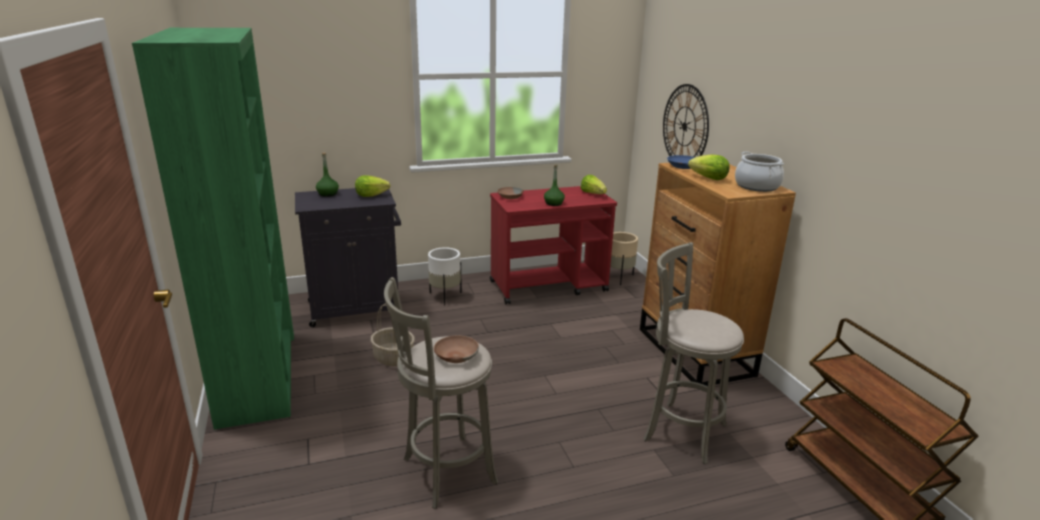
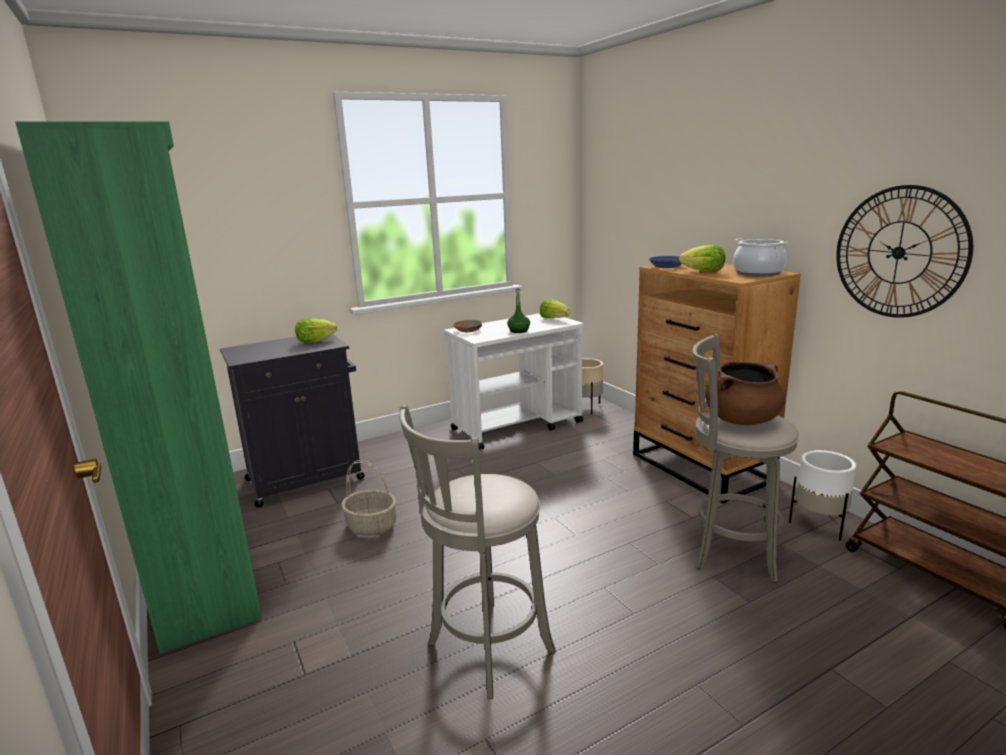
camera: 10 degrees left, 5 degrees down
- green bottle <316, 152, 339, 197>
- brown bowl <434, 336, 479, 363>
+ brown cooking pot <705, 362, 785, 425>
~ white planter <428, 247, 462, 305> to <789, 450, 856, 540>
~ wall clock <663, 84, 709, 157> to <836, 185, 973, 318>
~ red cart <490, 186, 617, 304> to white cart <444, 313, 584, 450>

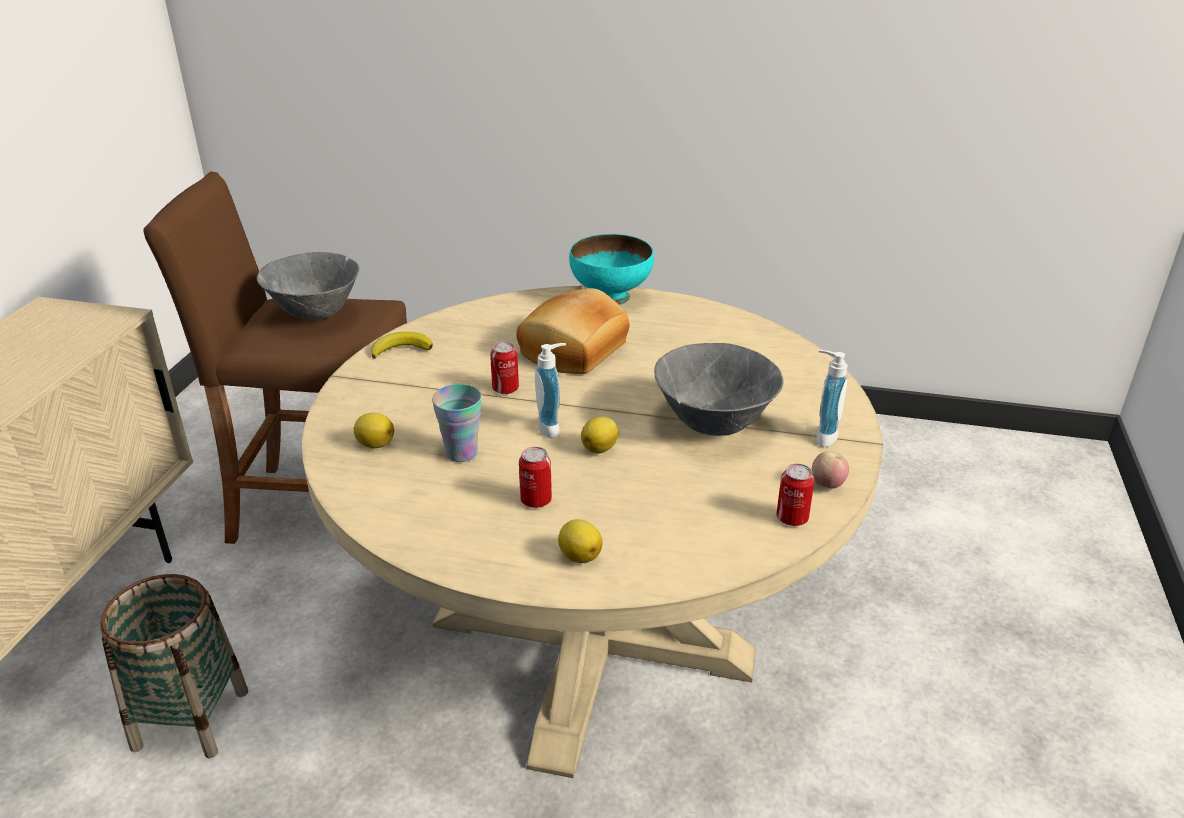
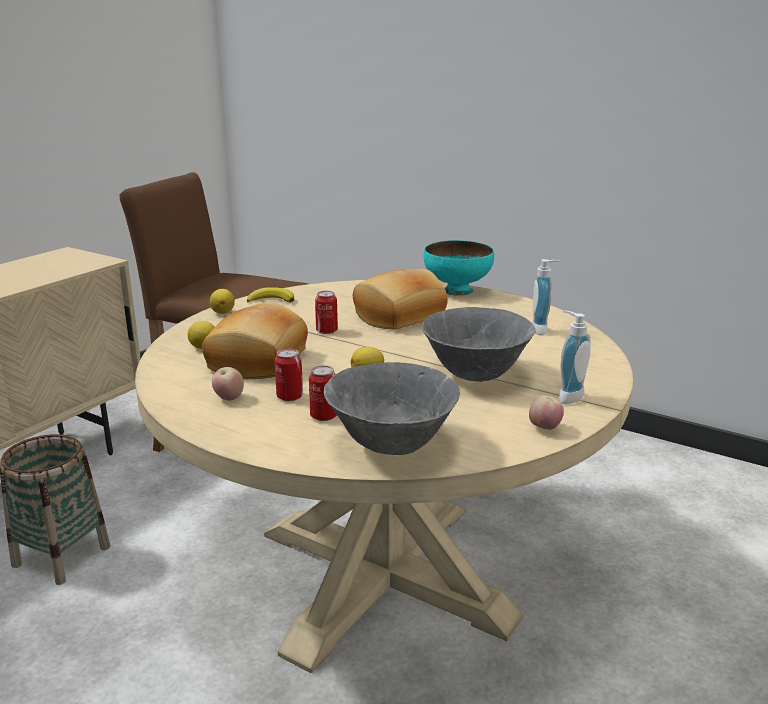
camera: 20 degrees right, 10 degrees down
+ apple <212, 367, 244, 401>
~ grey bowl <257, 252, 359, 320> to <324, 362, 460, 455>
~ soap dispenser <535, 343, 566, 438> to <532, 259, 561, 335>
~ lemon <558, 519, 602, 563> to <210, 289, 235, 314>
~ can <776, 463, 814, 526> to <309, 365, 337, 421>
~ cup <432, 384, 482, 462> to bread <202, 302, 308, 379>

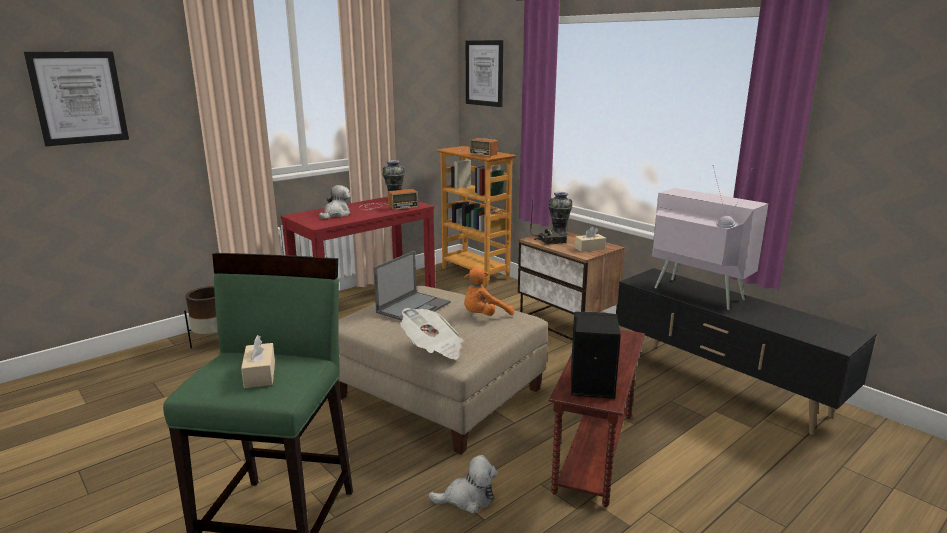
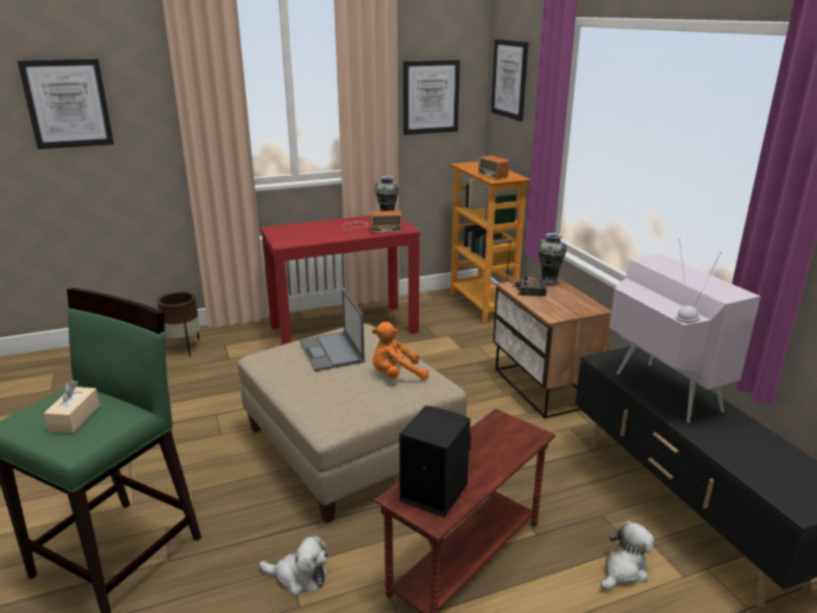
camera: 20 degrees right, 5 degrees up
- newspaper <400, 308, 463, 360>
- beige tissue box <574, 226, 606, 252>
+ picture <403, 60, 460, 135>
~ plush toy <319, 185, 350, 219> to <600, 521, 654, 591>
~ laptop <373, 251, 451, 321> = <300, 289, 365, 371> 105 degrees clockwise

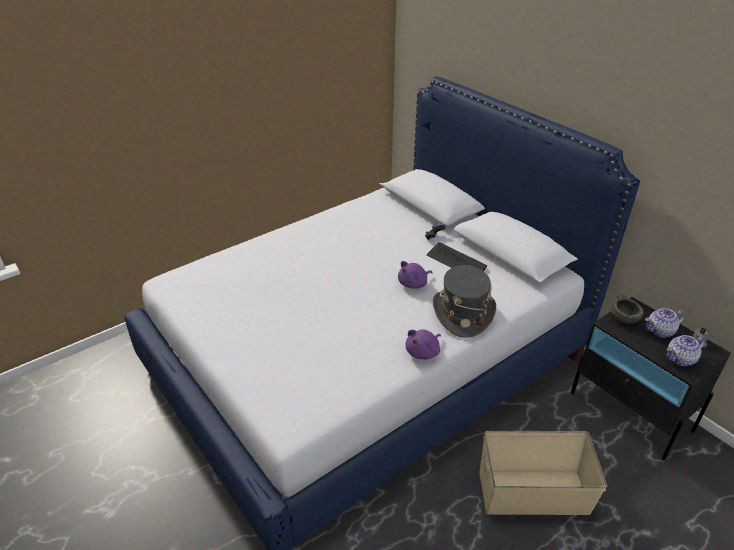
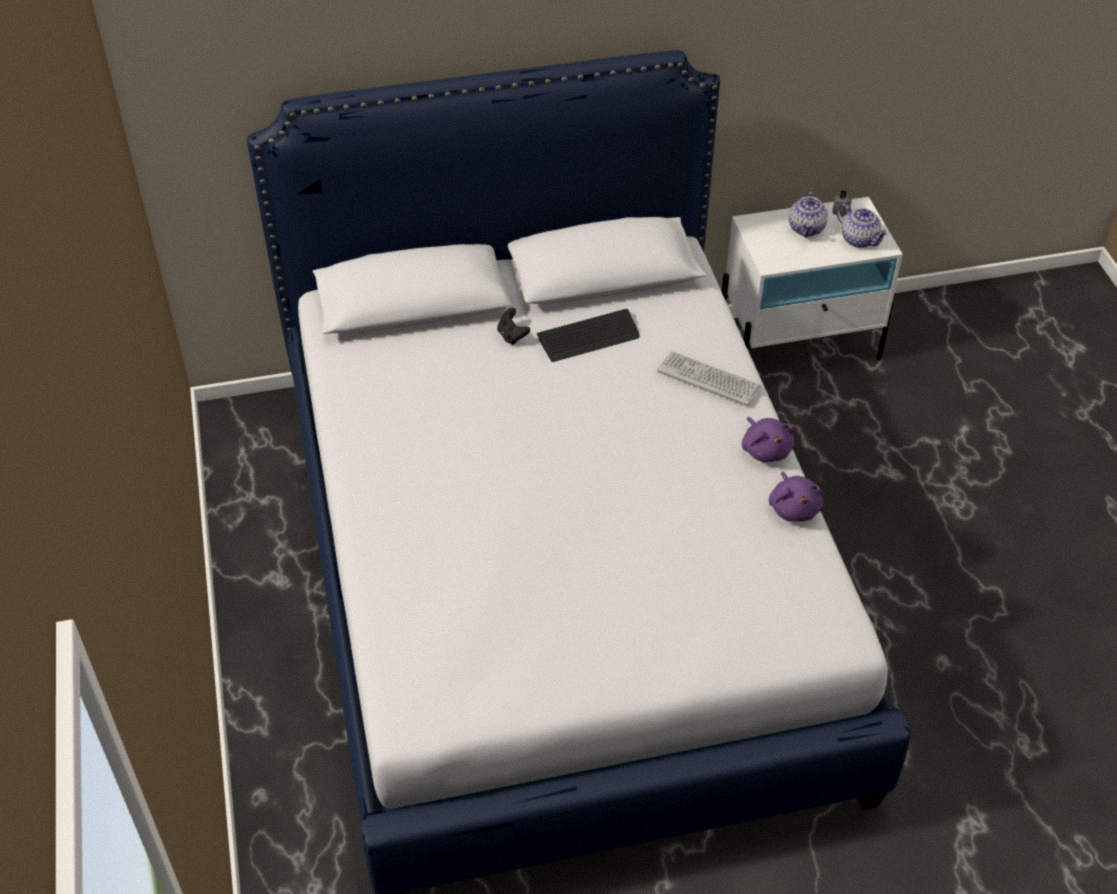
camera: 65 degrees left, 10 degrees up
- beige storage box <479, 431, 607, 515>
- grey bowl <611, 294, 644, 324>
~ purple plush toy <398, 261, 433, 289> to <769, 472, 824, 522>
~ grey hat <433, 265, 496, 338> to keyboard <657, 351, 762, 406>
~ black nightstand <571, 297, 731, 460> to white nightstand <722, 197, 903, 360>
~ teapot <667, 335, 706, 366> = <836, 204, 889, 248> 45 degrees counterclockwise

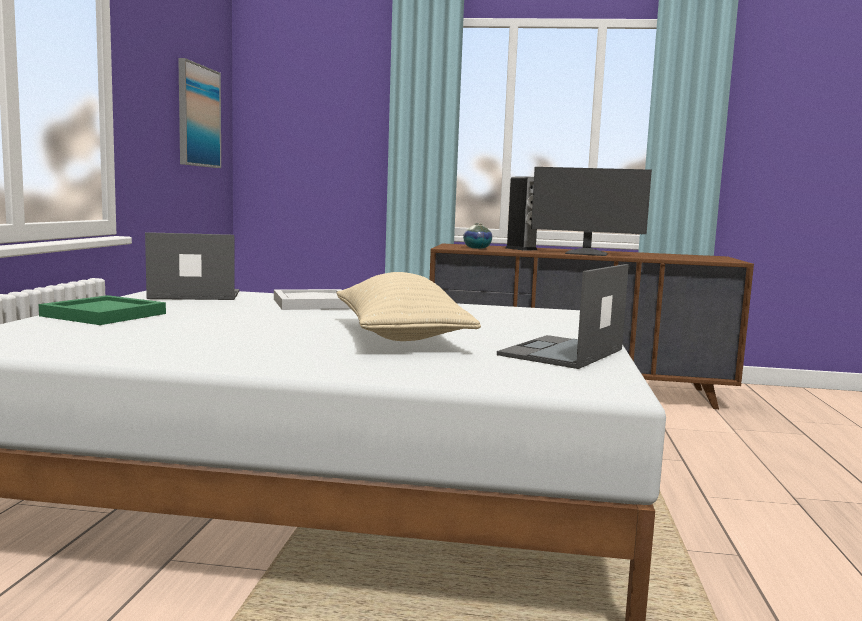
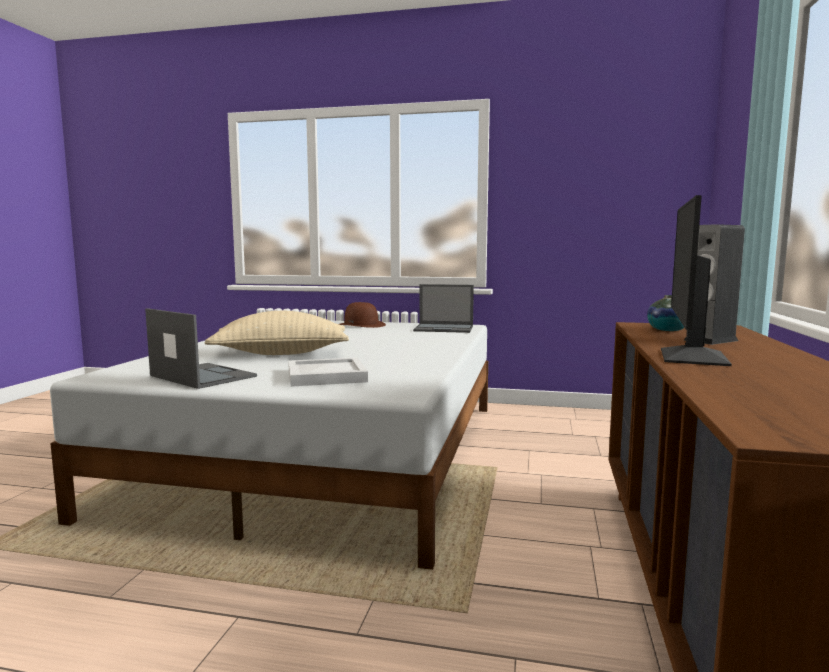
camera: 95 degrees right, 0 degrees up
- picture <178, 58, 221, 168>
~ white tray <274, 289, 351, 310> to <288, 357, 368, 387>
~ green tray <39, 295, 166, 325> to brown hat <339, 302, 386, 328>
~ laptop <145, 232, 239, 300> = <413, 284, 474, 333> 105 degrees clockwise

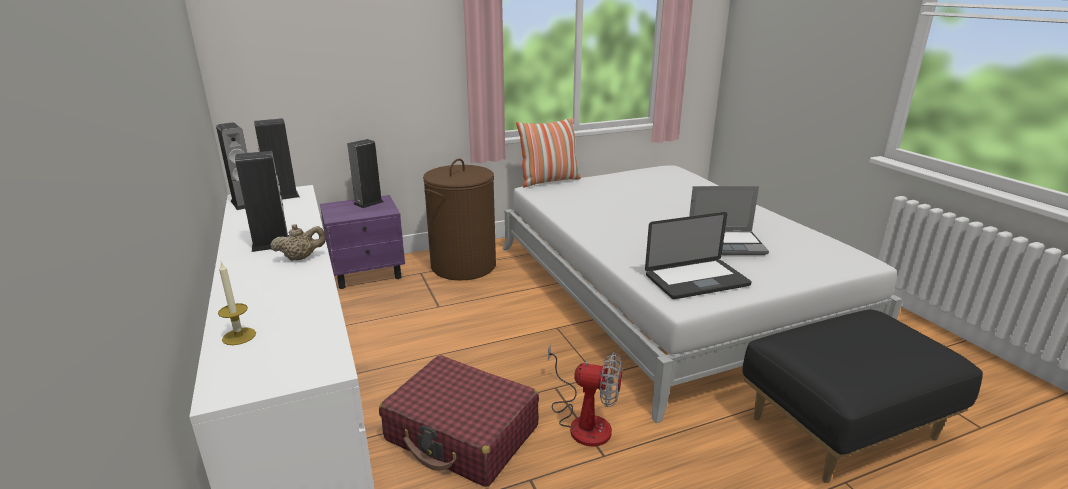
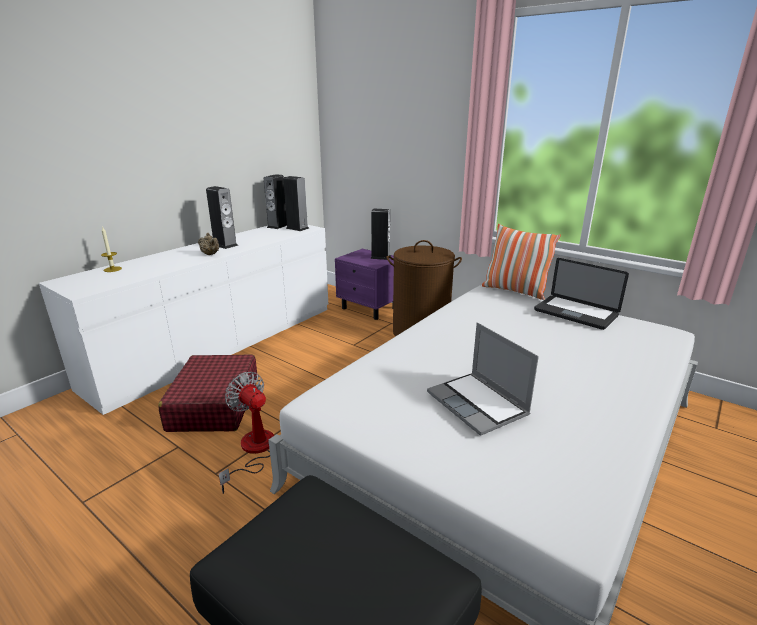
camera: 60 degrees right, 0 degrees up
~ laptop <645, 212, 752, 299> to <534, 258, 629, 330>
~ fan <548, 344, 622, 447> = <218, 372, 274, 494> 150 degrees clockwise

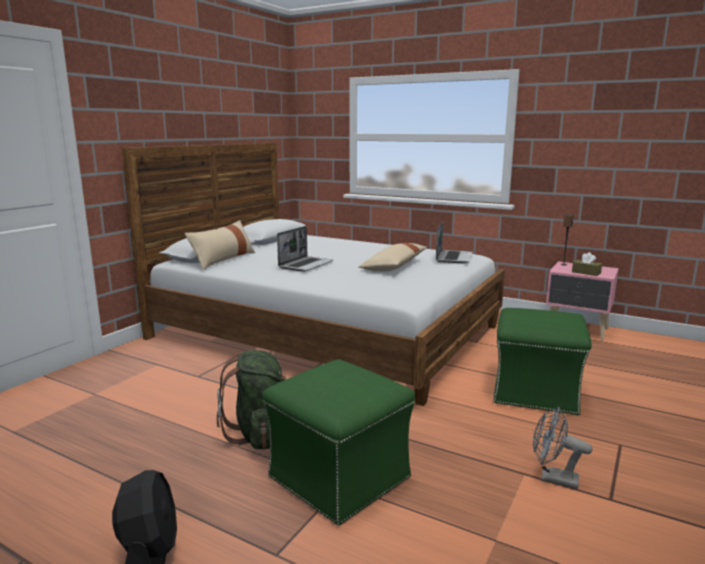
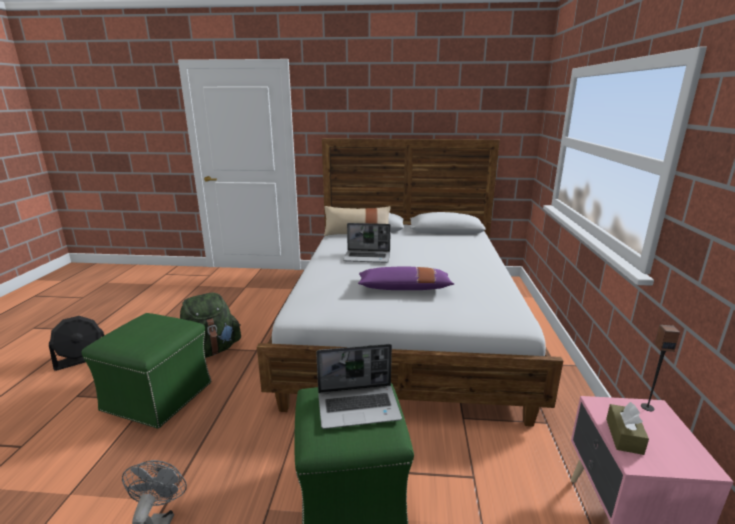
camera: 65 degrees right, 5 degrees up
~ laptop <436, 222, 473, 264> to <316, 344, 402, 429>
~ beige pillow <359, 243, 427, 271> to purple pillow <358, 267, 454, 290>

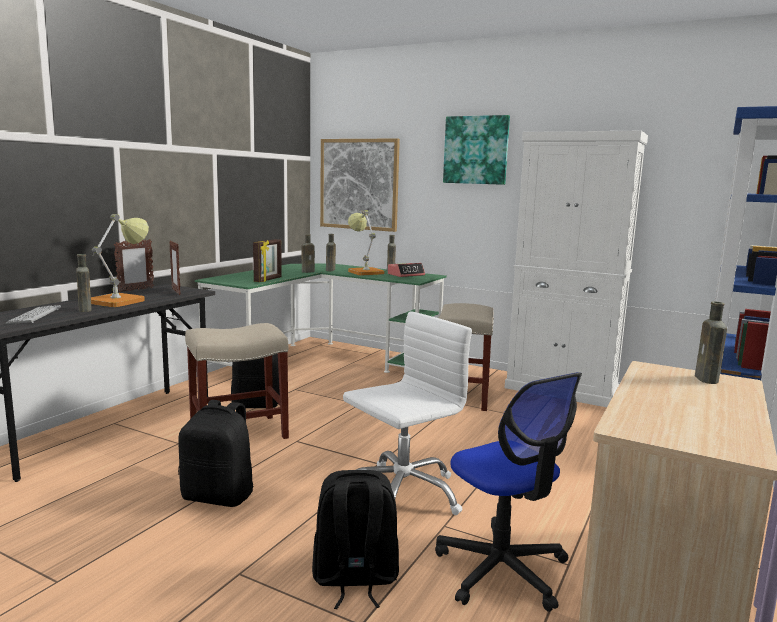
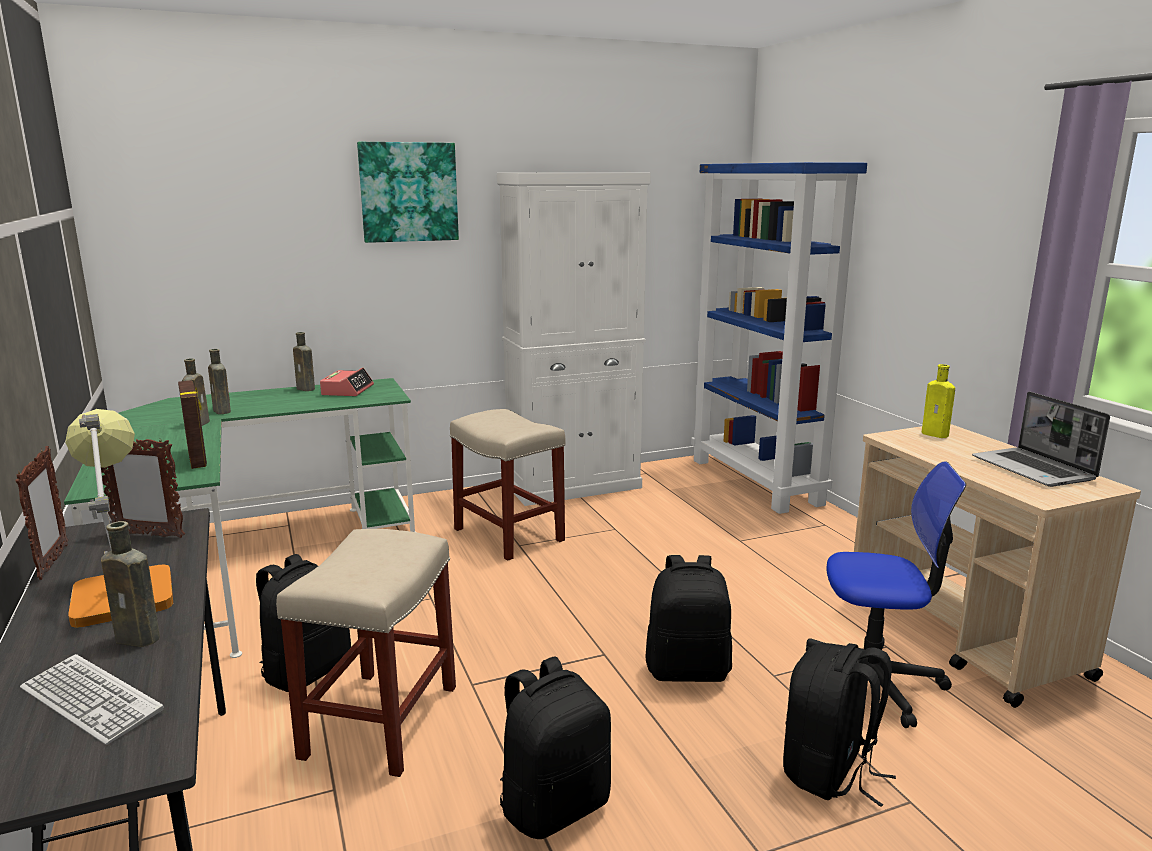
camera: 50 degrees left, 5 degrees up
- picture <320, 138, 400, 232>
- table lamp <348, 210, 385, 275>
+ laptop <972, 392, 1110, 487>
~ white office chair <343, 311, 472, 515> to black backpack <646, 555, 732, 682>
~ brown bottle <695, 301, 727, 384> to yellow bottle <922, 364, 955, 438>

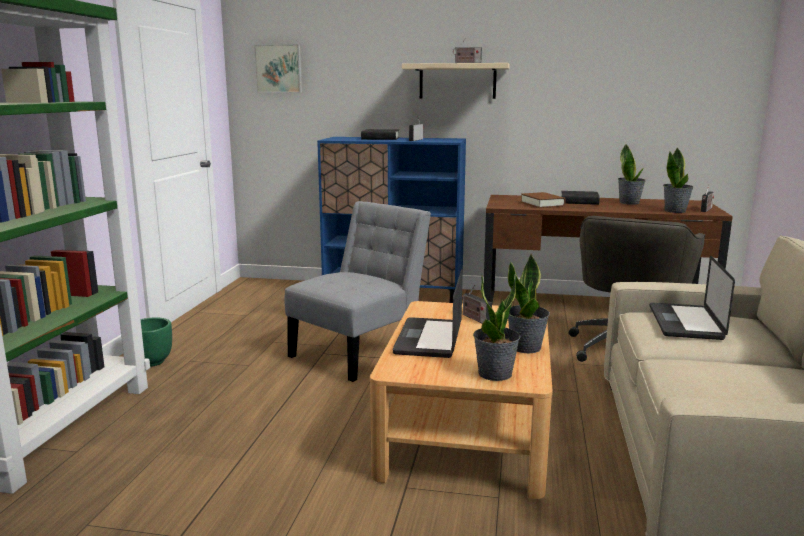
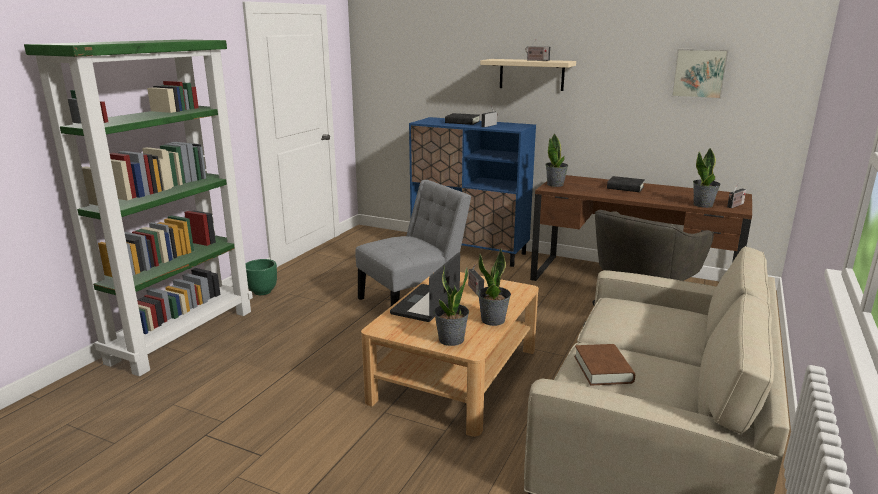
camera: 15 degrees right, 5 degrees up
- laptop <650, 256, 735, 340>
~ picture <254, 44, 302, 93> to <671, 49, 729, 99>
~ brown book <521, 192, 566, 208> to <574, 344, 635, 385>
~ potted plant <618, 144, 646, 205> to <545, 133, 569, 187>

